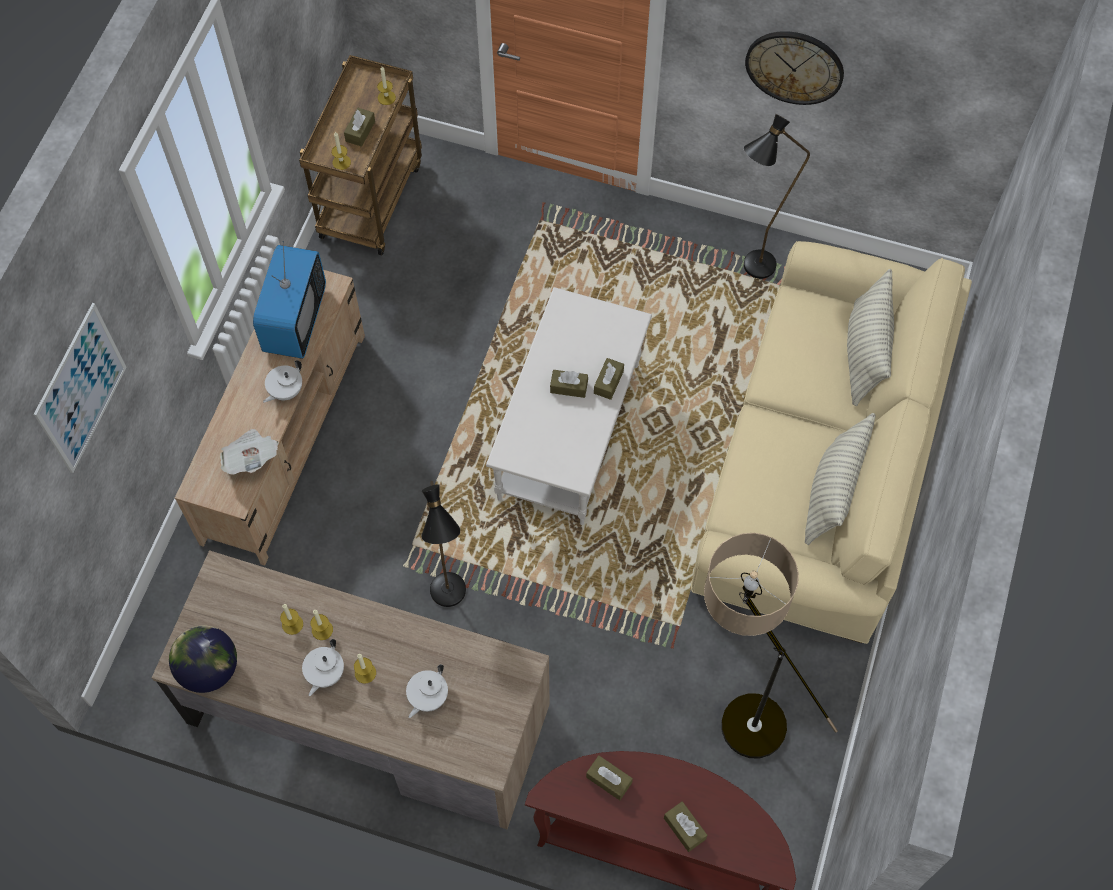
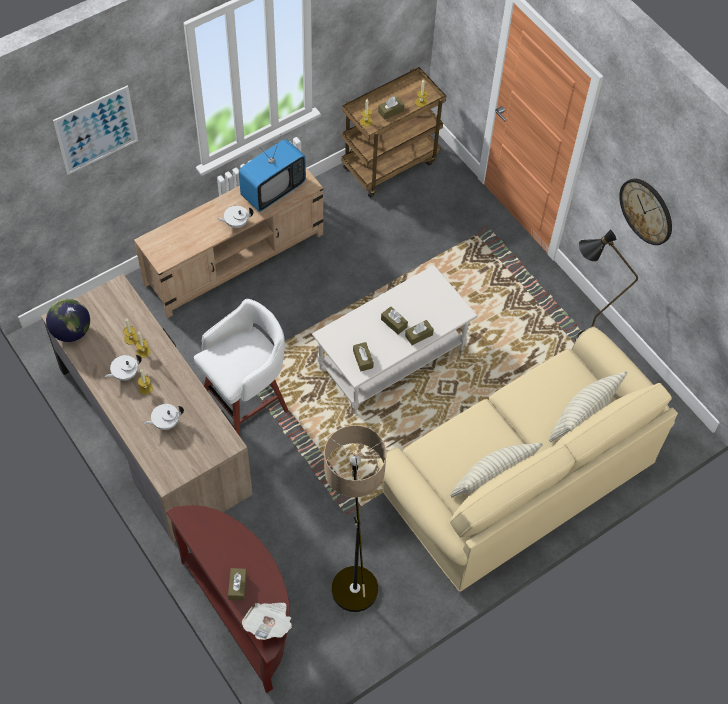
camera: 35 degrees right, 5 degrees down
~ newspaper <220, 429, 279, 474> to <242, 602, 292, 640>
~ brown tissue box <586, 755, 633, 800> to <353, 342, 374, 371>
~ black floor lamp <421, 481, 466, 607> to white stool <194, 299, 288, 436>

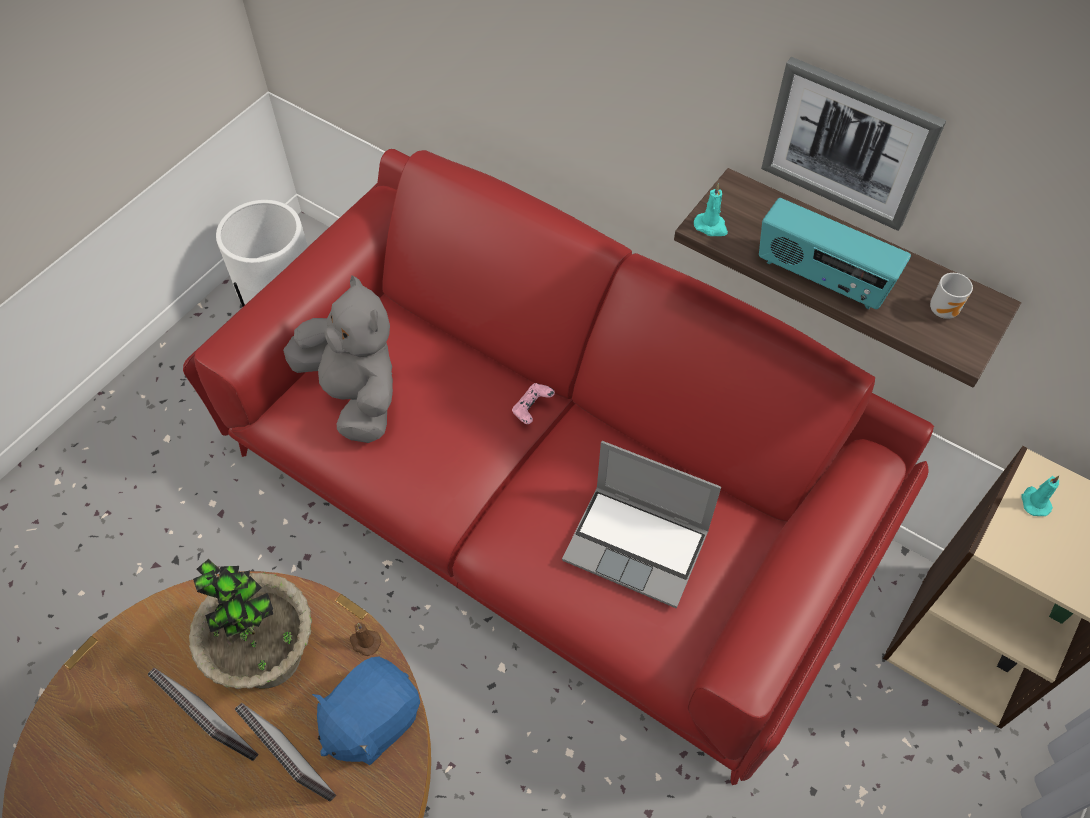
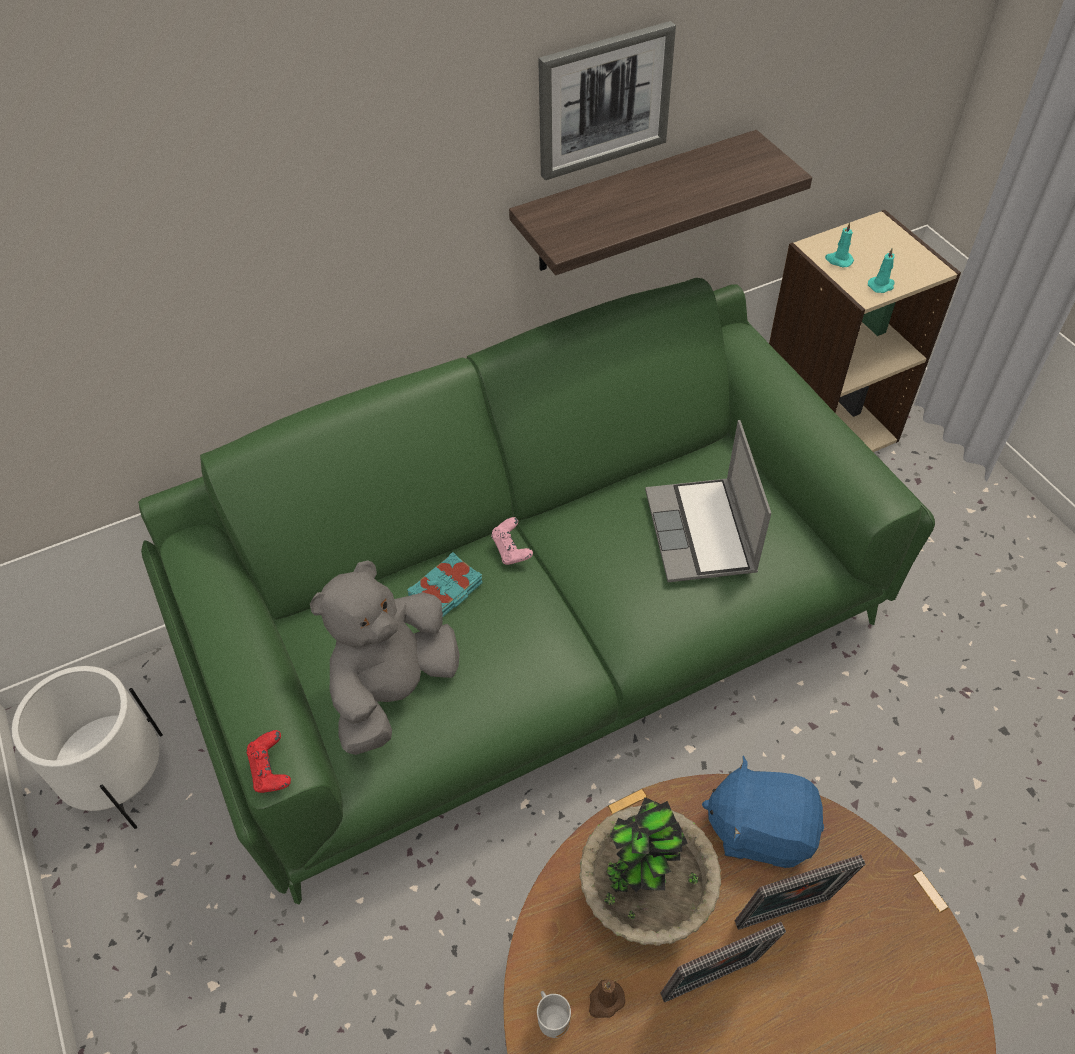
camera: 60 degrees left, 5 degrees down
- radio <759, 198, 911, 309>
+ red game controller <246, 730, 291, 793>
+ turquoise book <407, 552, 482, 617>
~ brown candle <350, 622, 381, 656> to <589, 979, 625, 1018>
~ turquoise candle <694, 183, 728, 236> to <868, 248, 895, 293>
~ mug <930, 273, 973, 319> to <537, 991, 571, 1038>
~ red sofa <183, 149, 934, 785> to green sofa <138, 278, 935, 904>
~ grey plush toy <283, 275, 393, 443> = <310, 561, 460, 755> 45 degrees counterclockwise
~ blue plush toy <312, 656, 420, 765> = <702, 756, 824, 868> 120 degrees clockwise
~ laptop <562, 441, 721, 608> = <645, 420, 771, 582> 120 degrees clockwise

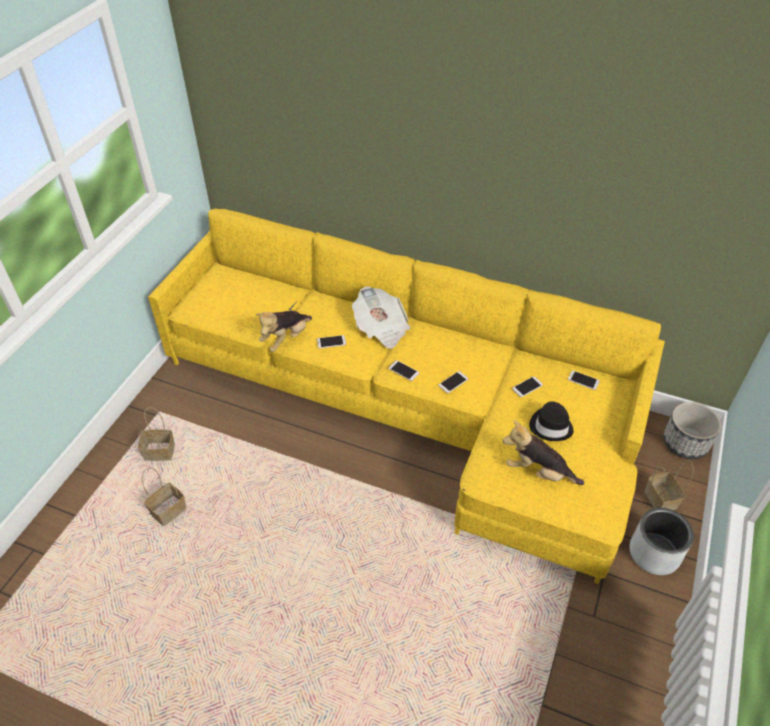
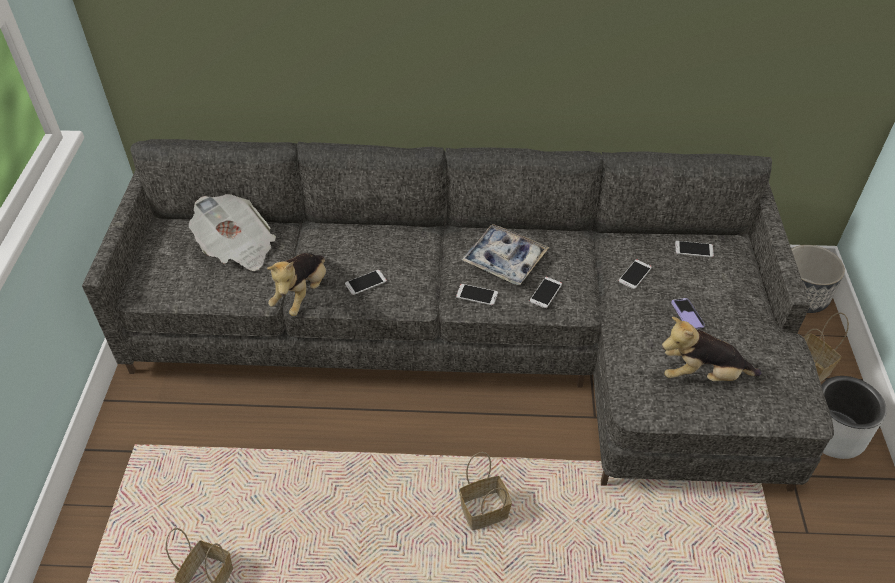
camera: 20 degrees left, 0 degrees up
+ tray <461, 224, 549, 285>
~ basket <138, 407, 175, 461> to <459, 452, 512, 530>
~ newspaper <352, 286, 411, 349> to <189, 194, 276, 271>
~ black hat <529, 401, 574, 441> to phone <671, 298, 705, 329>
~ yellow sofa <148, 208, 665, 584> to grey sofa <82, 139, 834, 492>

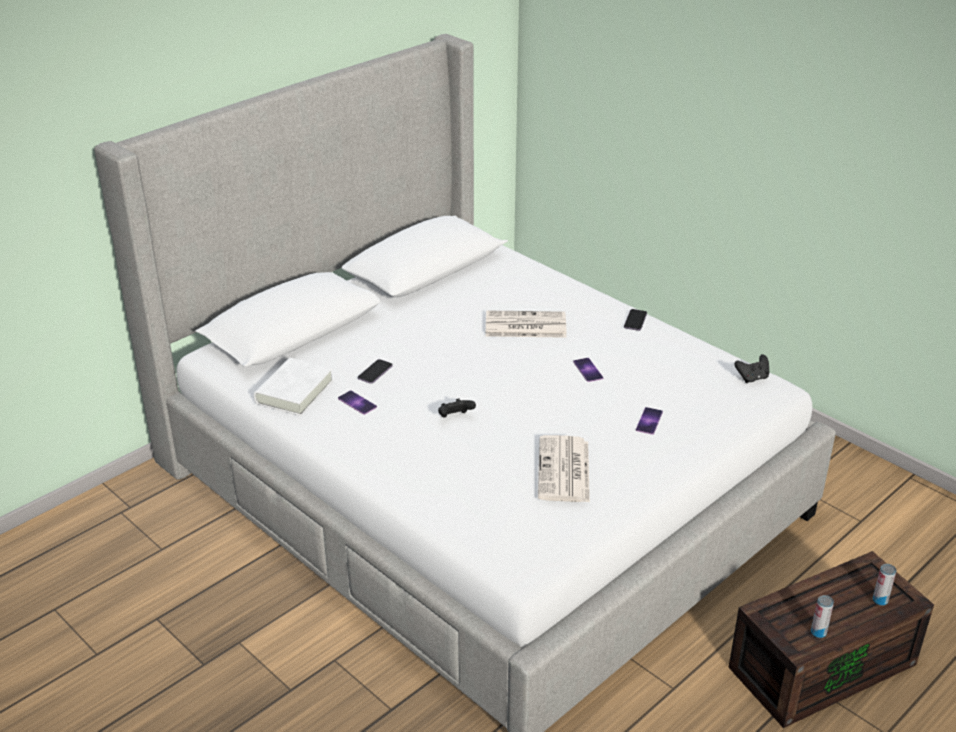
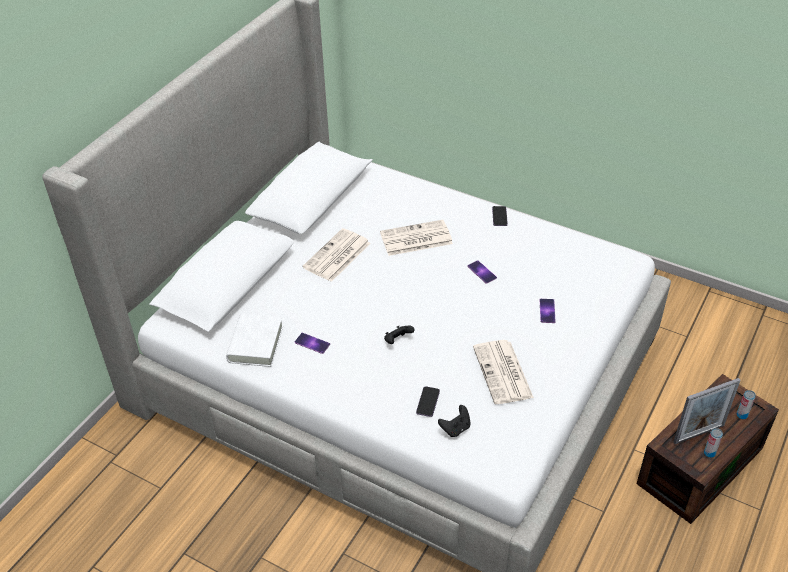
camera: 15 degrees left, 10 degrees up
+ newspaper <303, 228, 370, 282>
+ picture frame <673, 378, 741, 444>
~ phone <358, 359, 393, 384> to <416, 386, 440, 417>
~ black game controller <735, 354, 769, 383> to <438, 405, 471, 437>

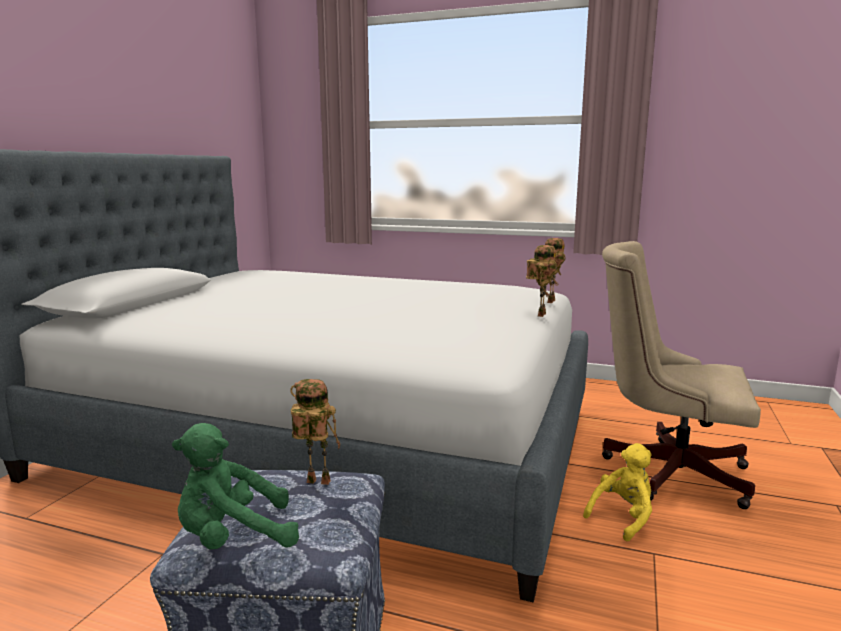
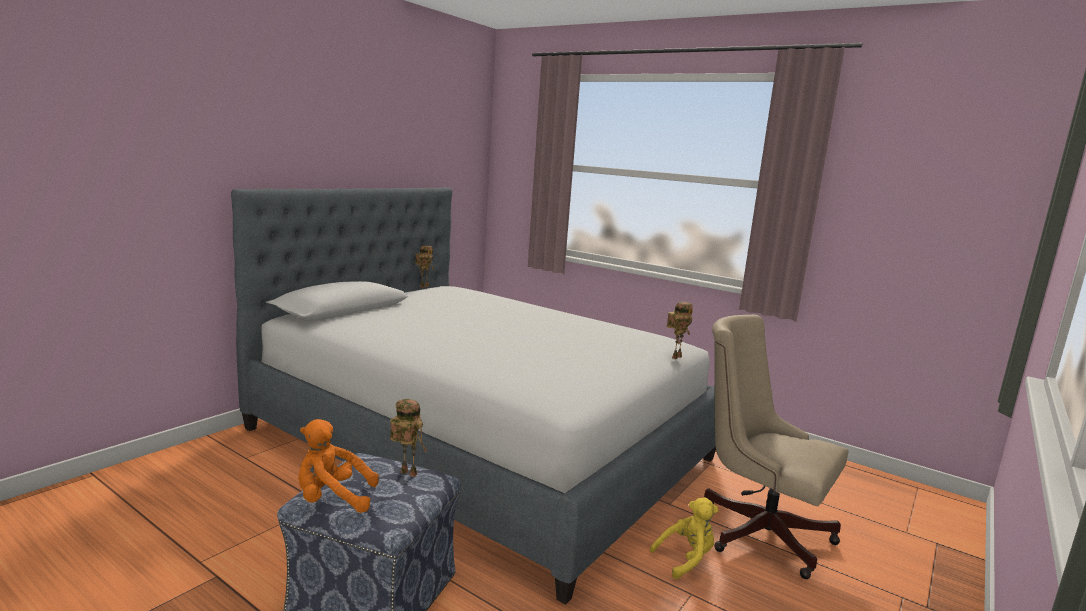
camera: 15 degrees right, 0 degrees up
~ toy robot <526, 245, 557, 317> to <415, 245, 434, 288>
~ green plush toy <172, 423, 299, 549> to orange plush toy <298, 419, 379, 513>

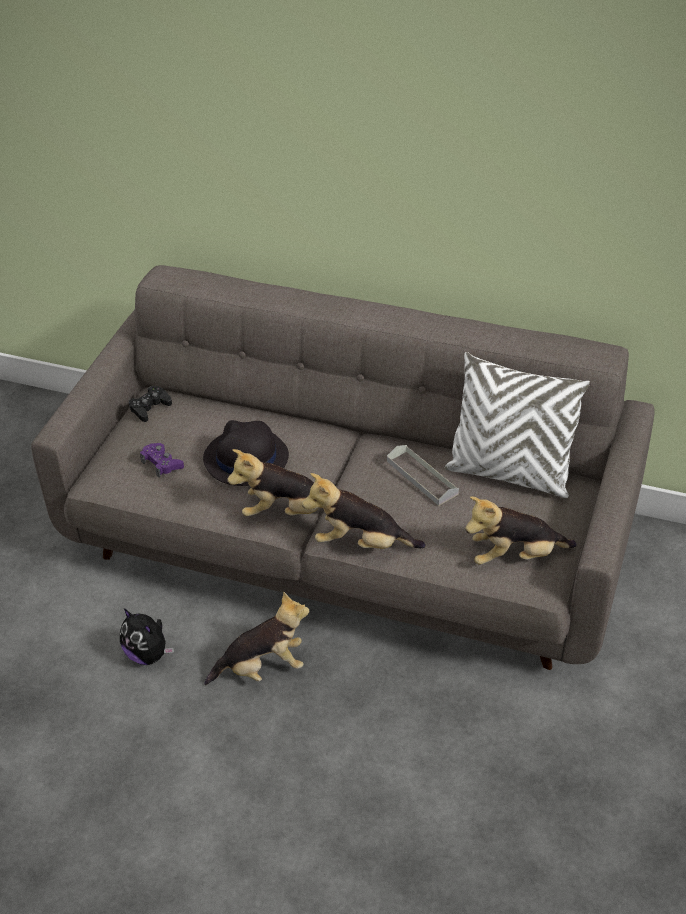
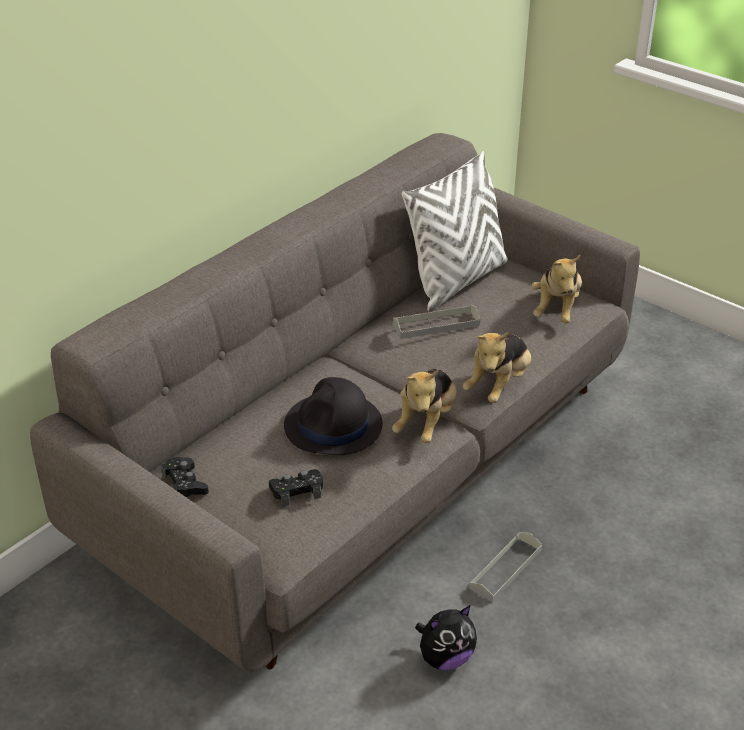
camera: 70 degrees left, 5 degrees down
~ plush toy <204, 592, 310, 685> to grey tray <469, 532, 542, 602>
~ purple game controller <140, 443, 184, 478> to black game controller <269, 469, 323, 507>

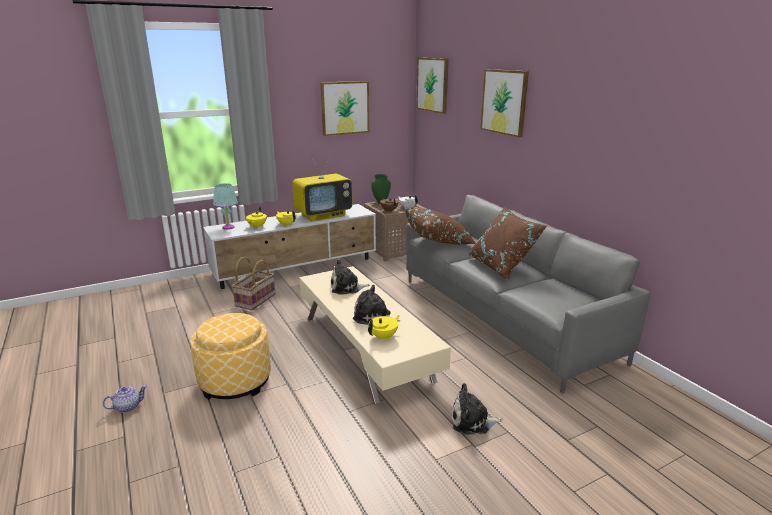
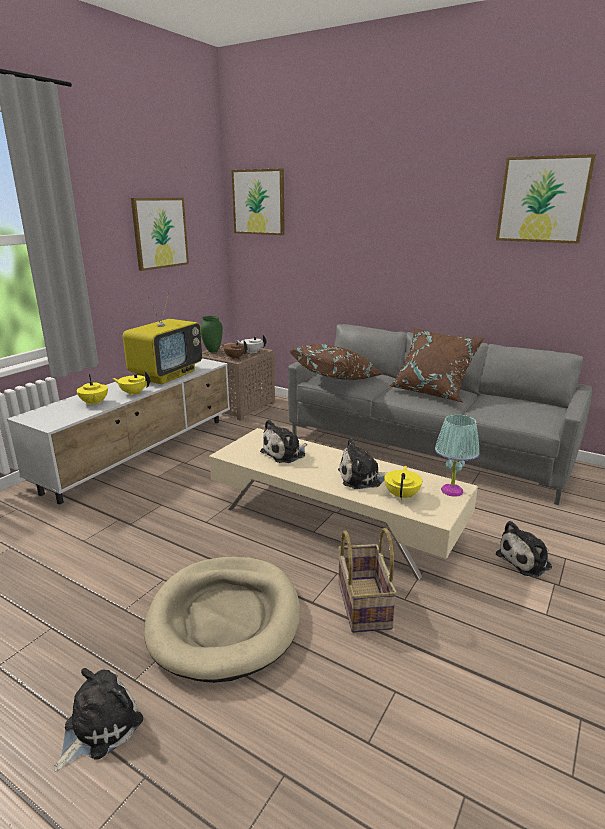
camera: 30 degrees left, 0 degrees up
~ turquoise table lamp <213, 183, 238, 230> to <435, 414, 479, 497>
~ basket <232, 256, 275, 310> to <338, 528, 397, 633>
~ picture <480, 69, 529, 137> to <496, 154, 596, 244>
~ teapot <103, 385, 147, 413> to plush toy <54, 668, 143, 772>
~ ottoman <190, 313, 271, 399> to beige dog bed <144, 557, 300, 683>

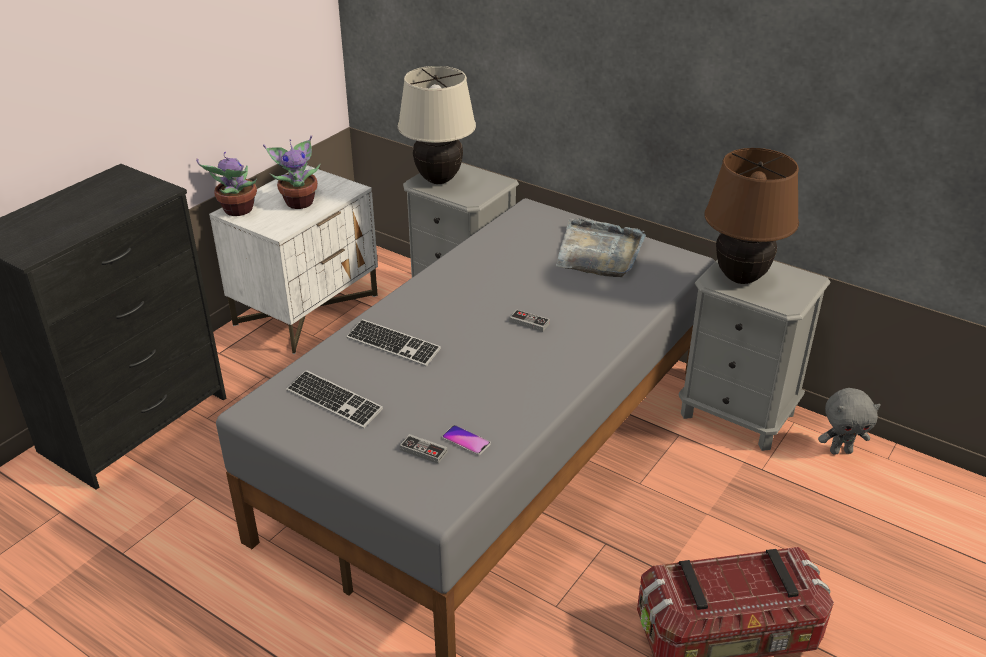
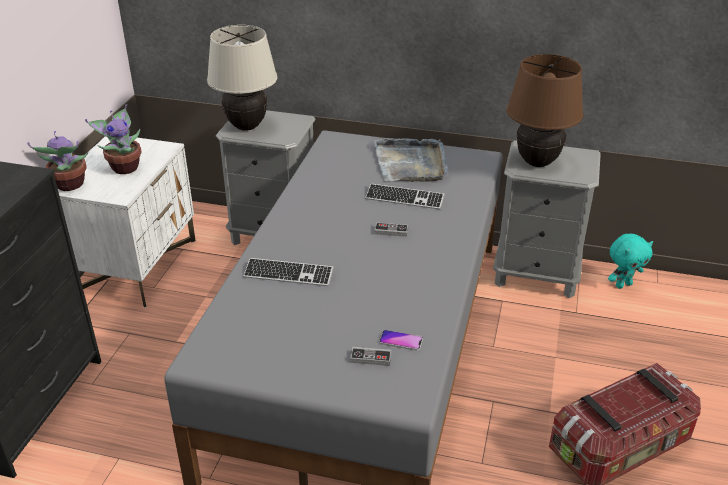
camera: 20 degrees left, 0 degrees up
~ keyboard <286, 370, 383, 428> to <365, 184, 444, 209>
~ grey plush toy <818, 388, 880, 455> to turquoise plush toy <608, 234, 653, 289>

